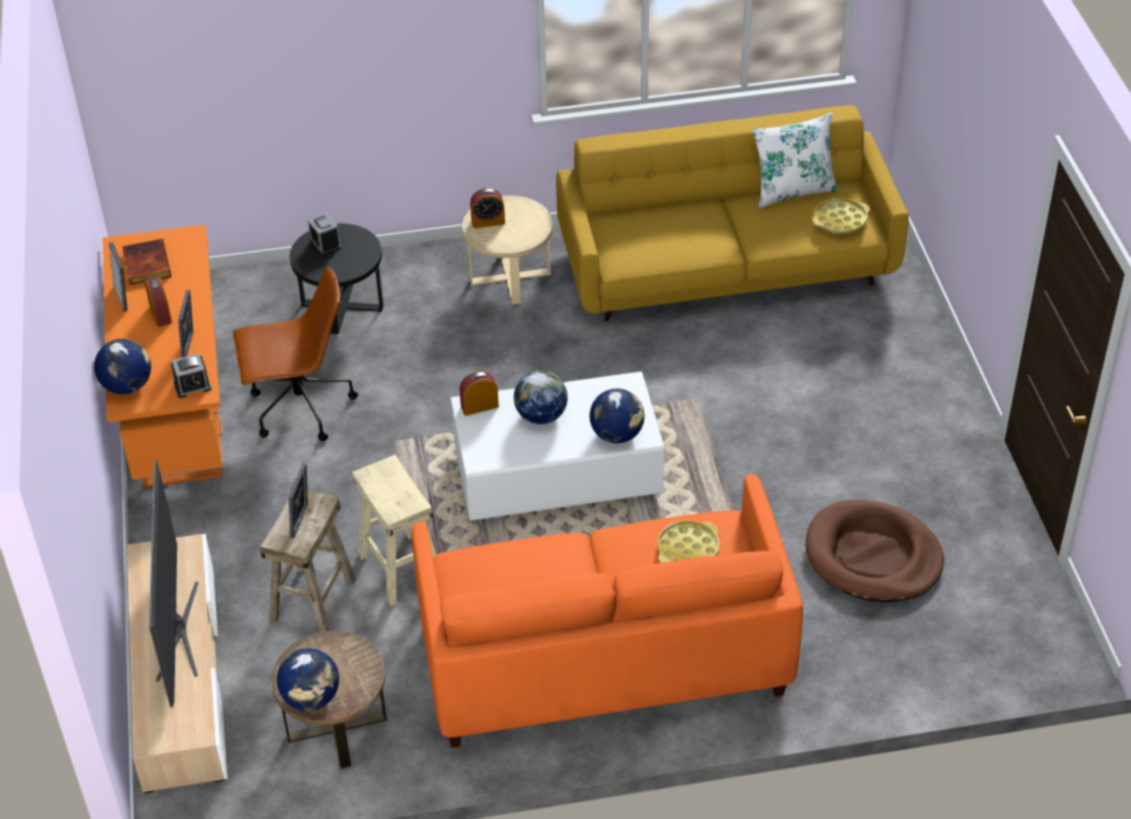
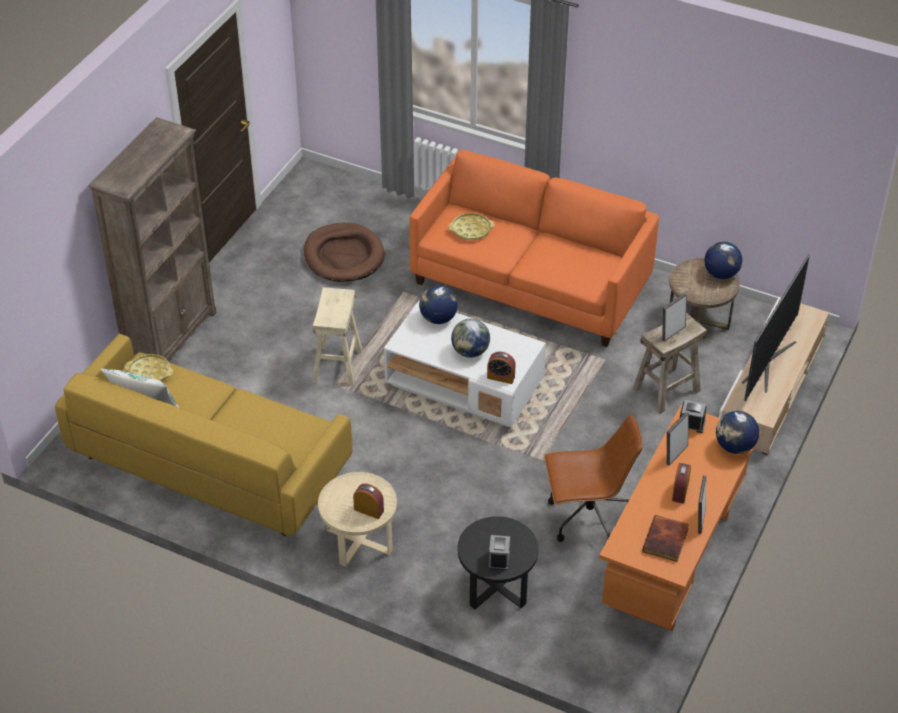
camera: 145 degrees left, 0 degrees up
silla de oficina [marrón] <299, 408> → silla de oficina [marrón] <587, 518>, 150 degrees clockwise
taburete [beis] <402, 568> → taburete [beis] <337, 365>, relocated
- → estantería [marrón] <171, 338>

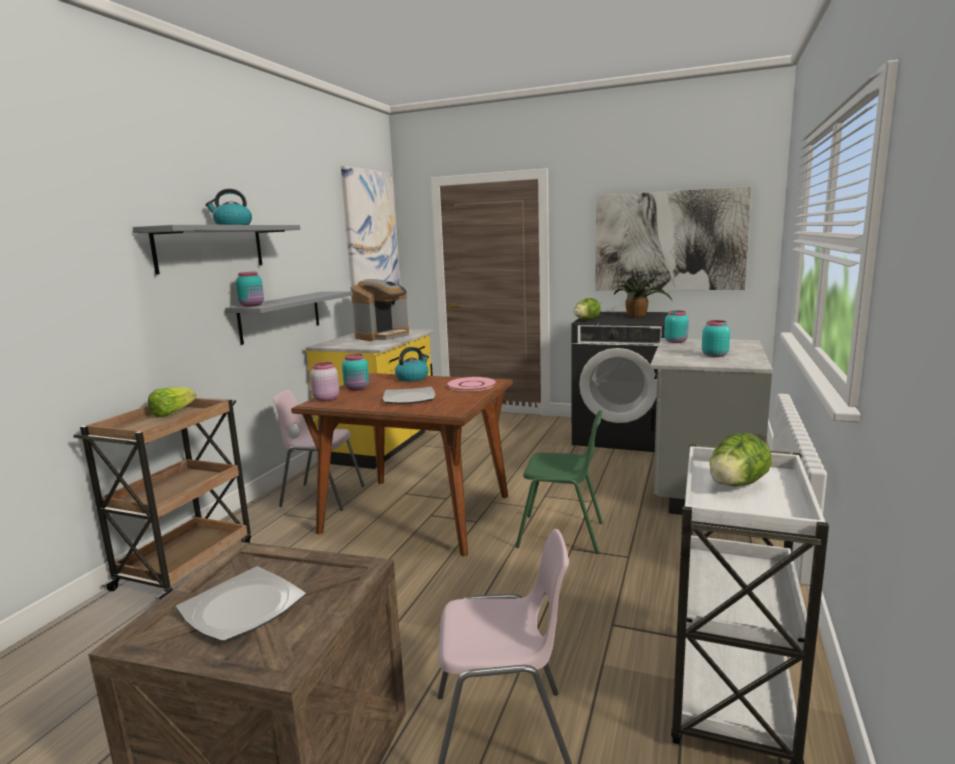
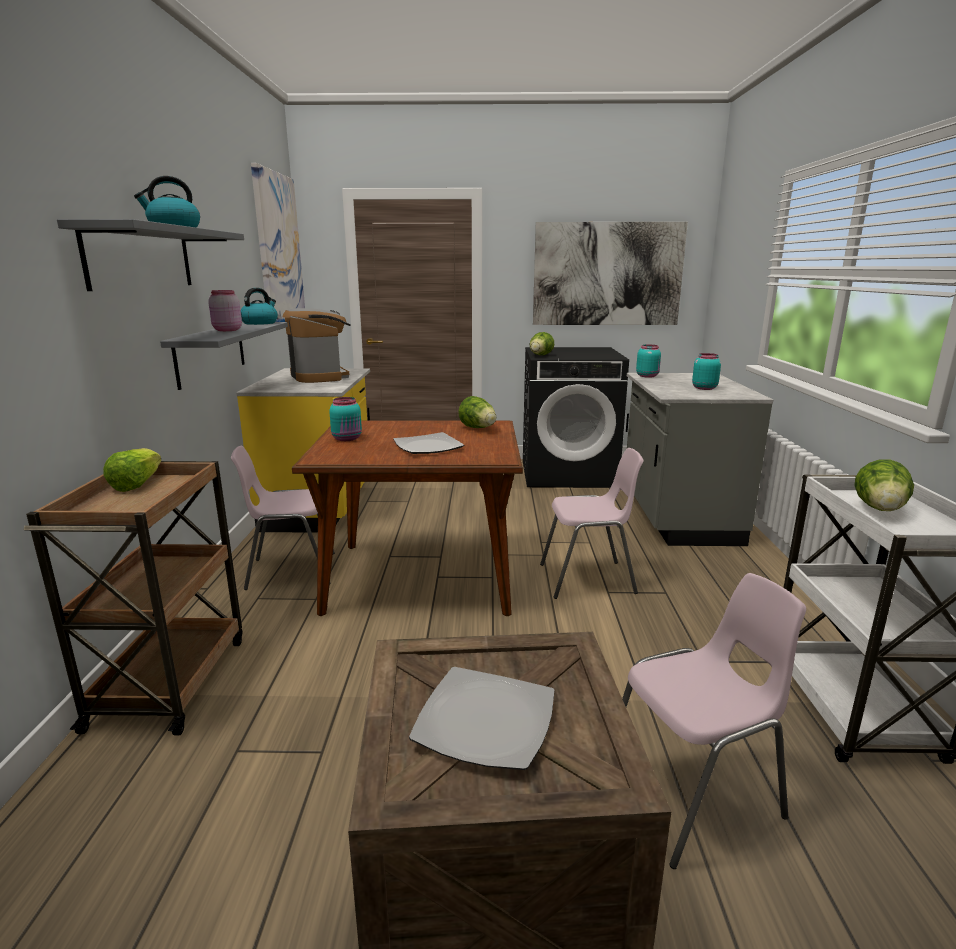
camera: 20 degrees left, 5 degrees up
tarro [turquesa] <252, 305> → -
planta en maceta <638, 316> → -
cafetera <383, 336> → cafetera <320, 377>, 45 degrees counterclockwise
hervidor <412, 378> → hervidor <260, 323>, relocated
tarro [rosa] <325, 399> → tarro [rosa] <226, 330>, relocated
plato [rosa] <471, 385> → lechuga <478, 428>
silla [verde] <562, 535> → silla [rosa] <588, 579>

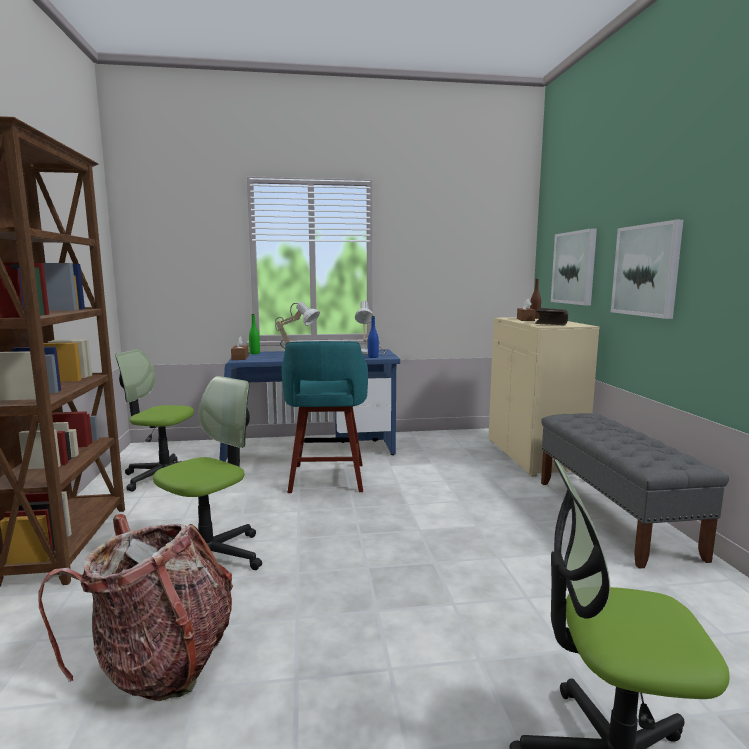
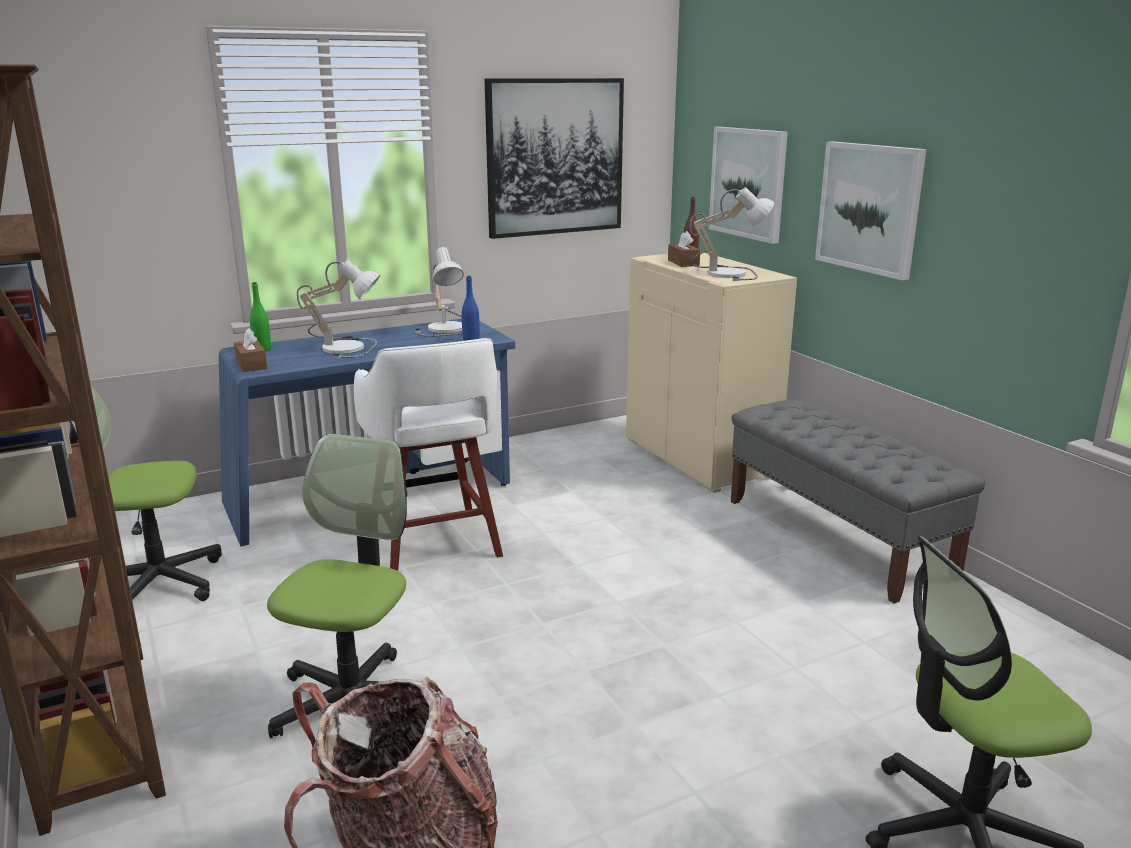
camera: 20 degrees left, 10 degrees up
libro <550, 323> → lámpara de mesa <728, 273>
taburete [turquesa] <327, 479> → taburete [blanco] <434, 544>
- → cuadro <555, 157>

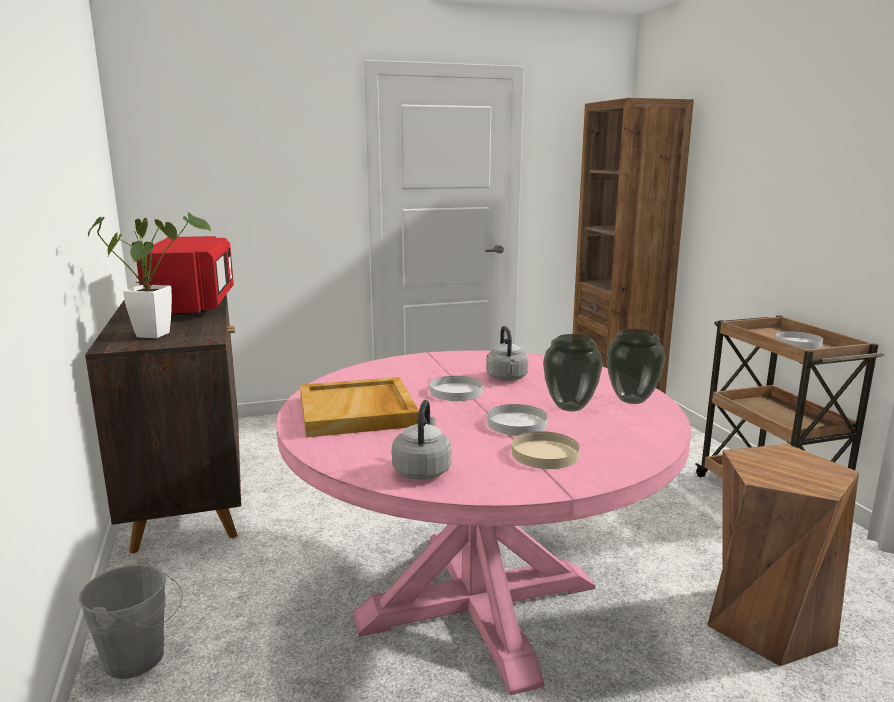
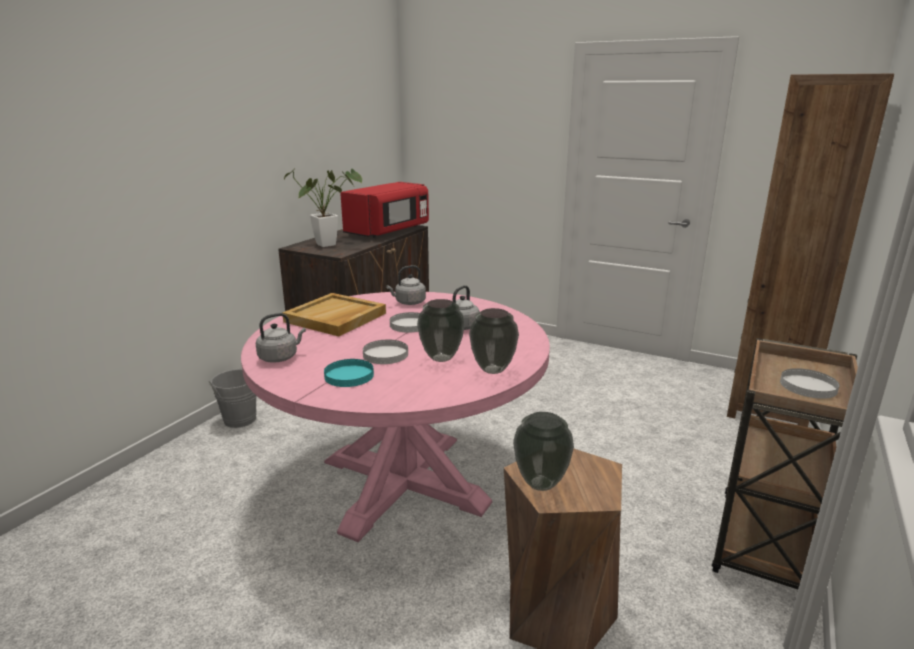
camera: 45 degrees right, 5 degrees up
plato [beis] <545, 454> → plato [turquesa] <349, 376>
- → hervidor [gris] <408, 302>
- → florero <541, 483>

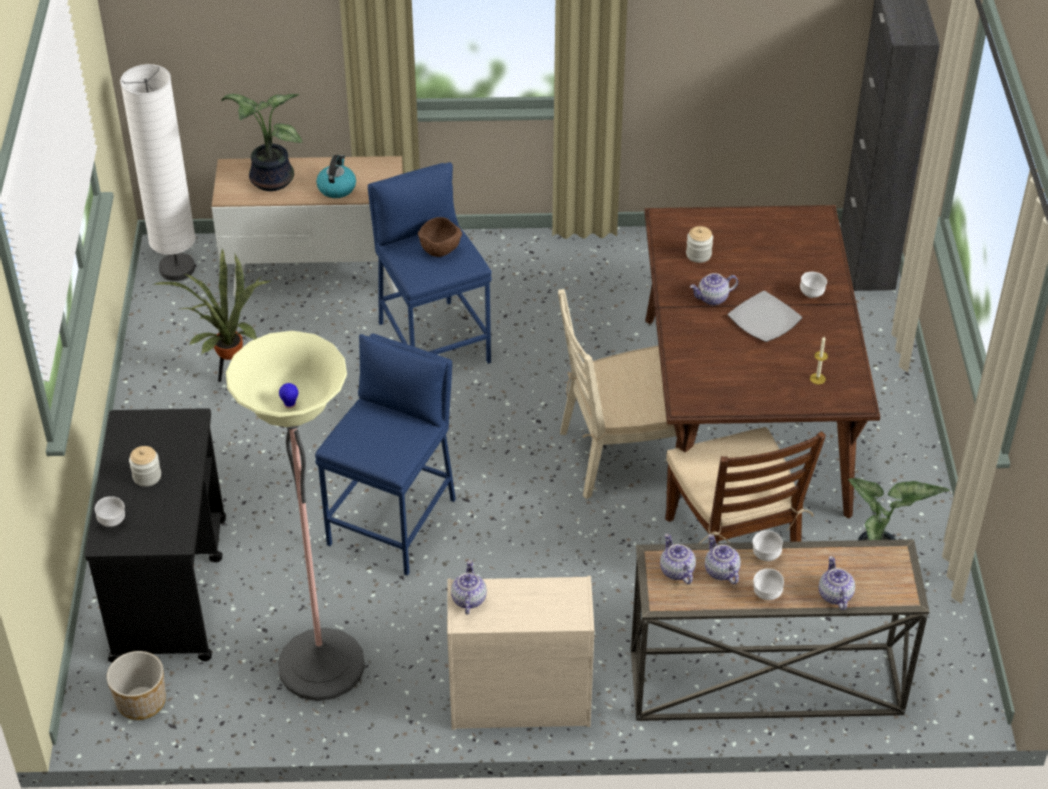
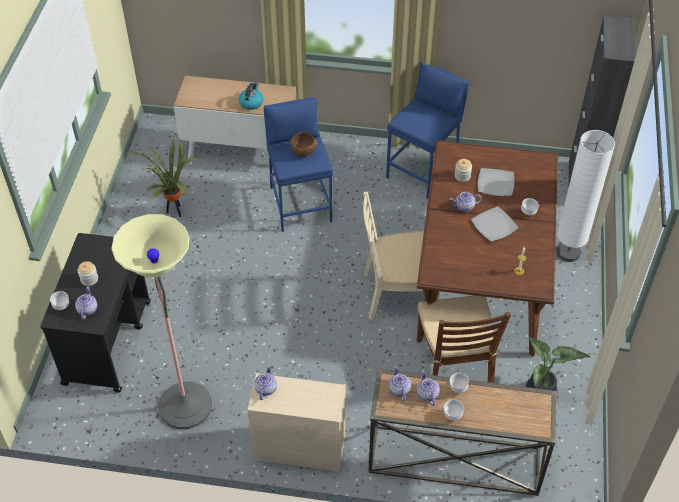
camera: 10 degrees right, 5 degrees up
lámpara de pie [blanco] <177, 269> → lámpara de pie [blanco] <568, 253>, relocated
planta en maceta <269, 180> → -
taburete [azul] <394, 522> → taburete [azul] <423, 170>, relocated
tetera <834, 595> → tetera <87, 309>, relocated
maceta <140, 702> → -
- → plato <496, 184>

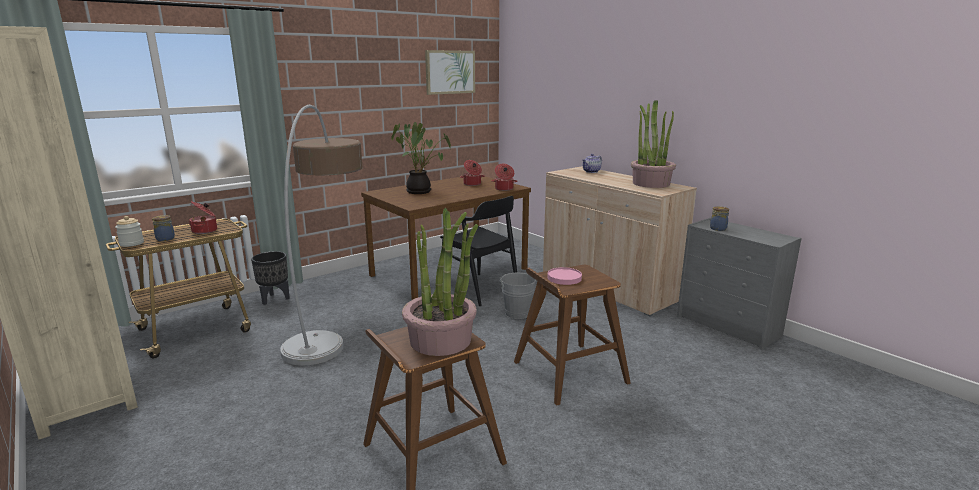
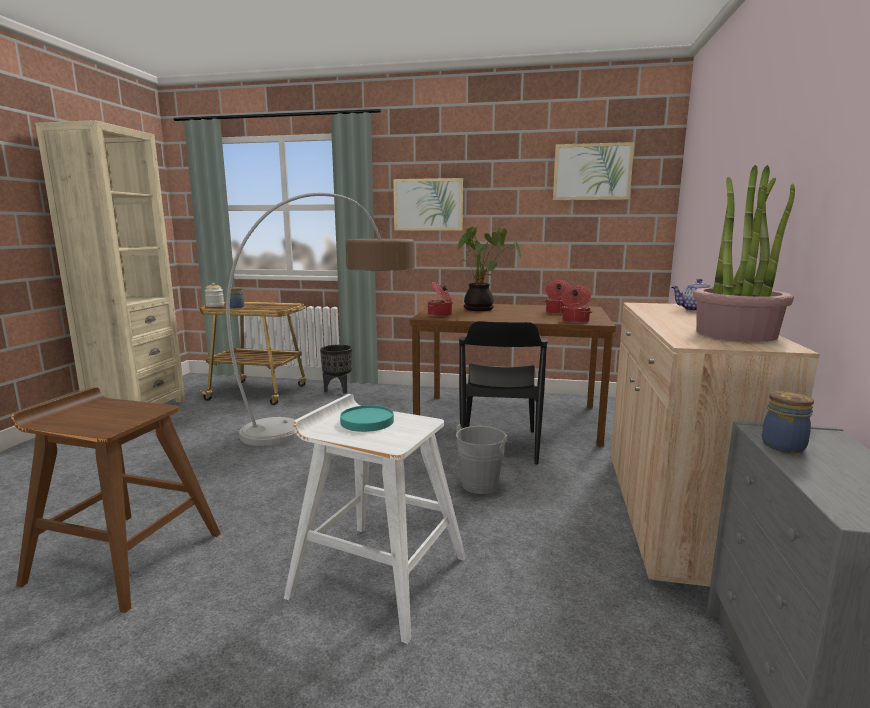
camera: 50 degrees right, 5 degrees down
olla <205, 231> → olla <440, 315>, relocated
planta en maceta <441, 340> → -
taburete [marrón] <568, 372> → taburete [blanco] <378, 575>
plato [rosa] <564, 278> → plato [turquesa] <367, 421>
- → cuadro <428, 204>

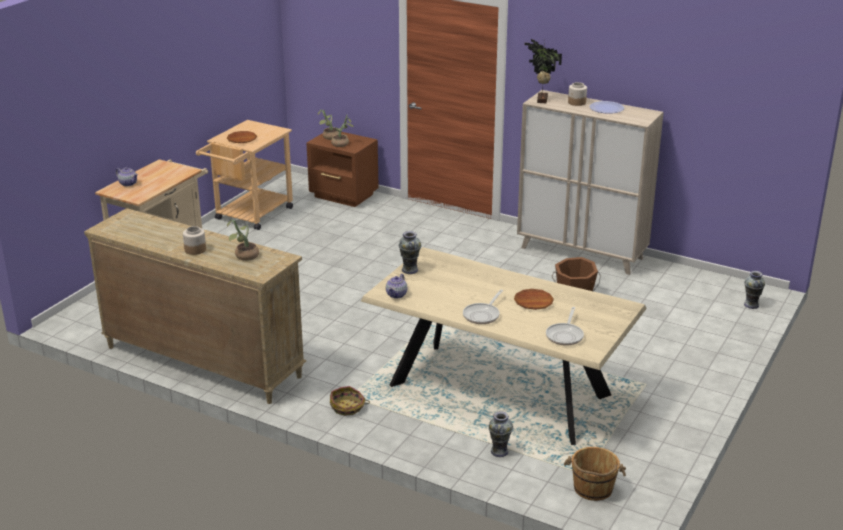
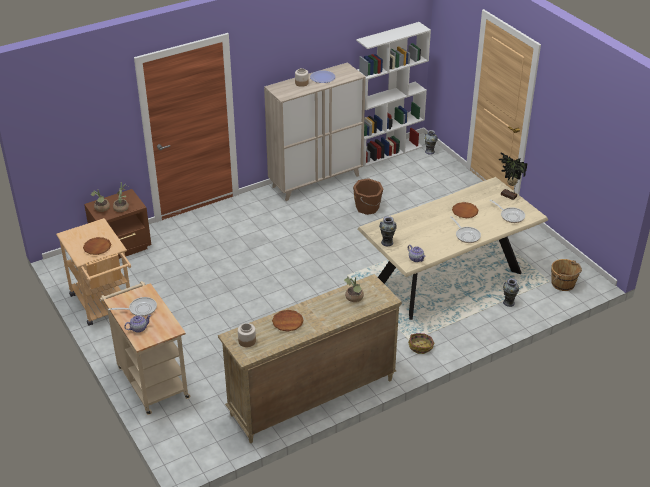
camera: 60 degrees left, 10 degrees up
planta en maceta <540, 100> → planta en maceta <508, 196>, relocated
tarro <195, 250> → tarro <247, 341>, relocated
- → estantería [blanco] <388, 152>
- → sartén <140, 309>
- → plato [marrón] <287, 322>

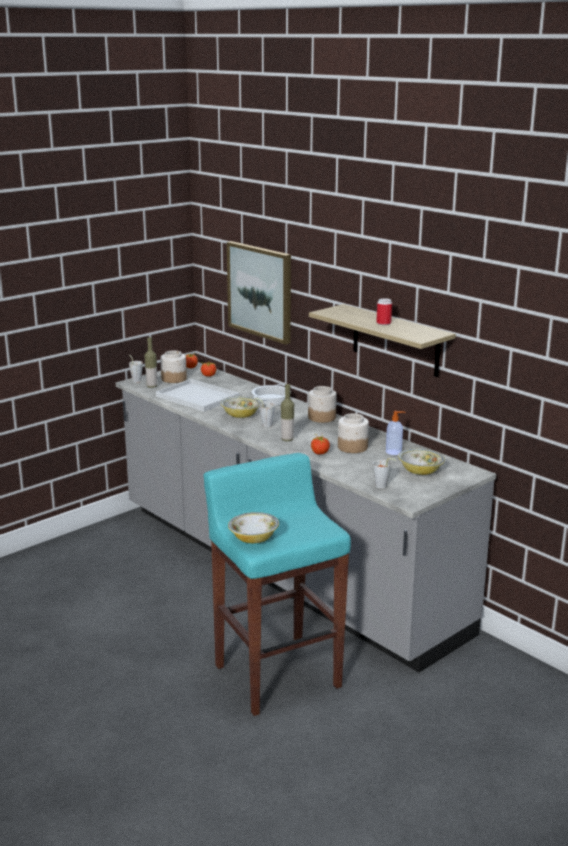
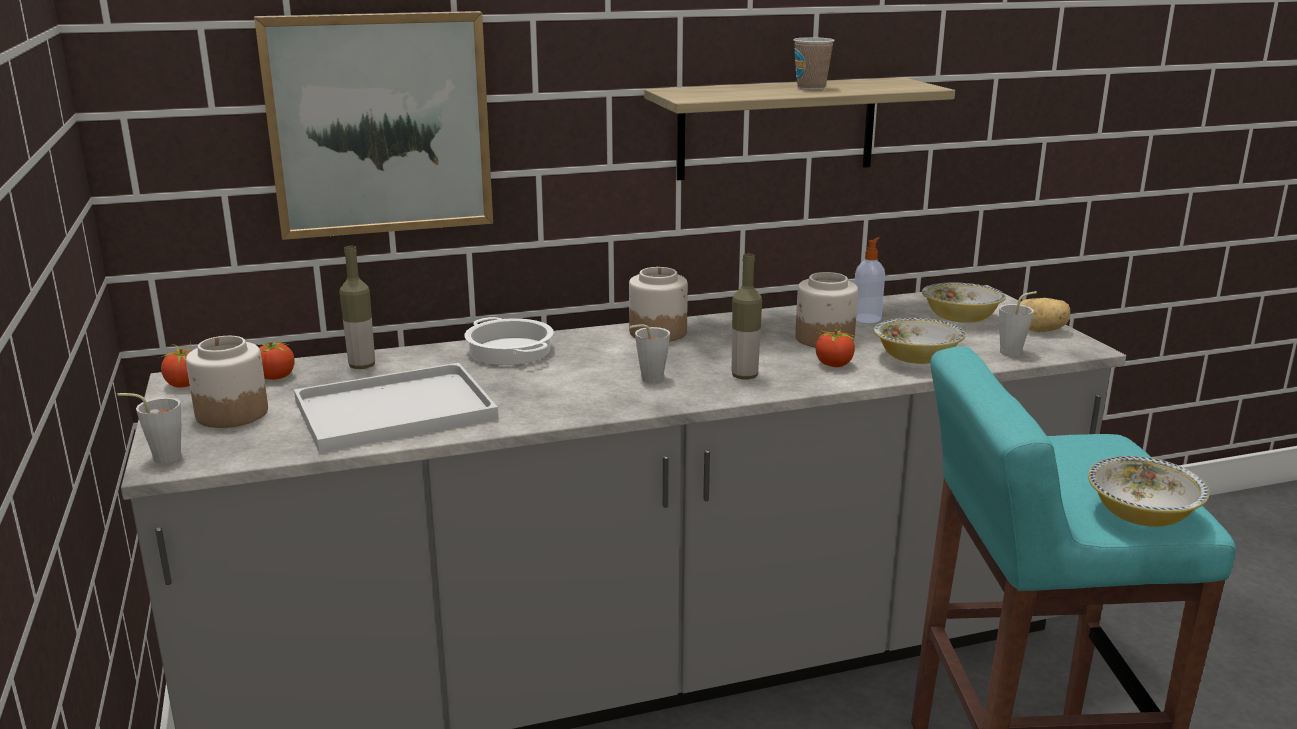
camera: 65 degrees left, 0 degrees up
lata <383, 323> → taza <811, 88>
botella <152, 386> → botella <362, 366>, relocated
cuenco <240, 415> → cuenco <916, 359>, relocated
- → patata <1039, 330>

